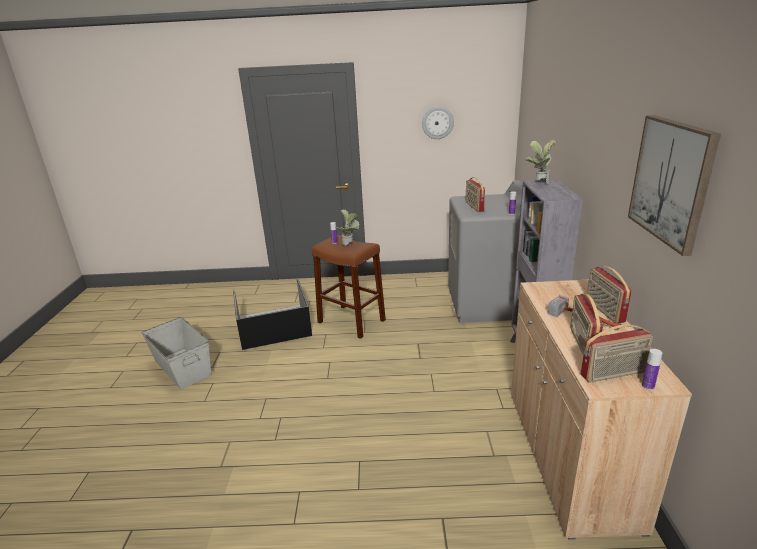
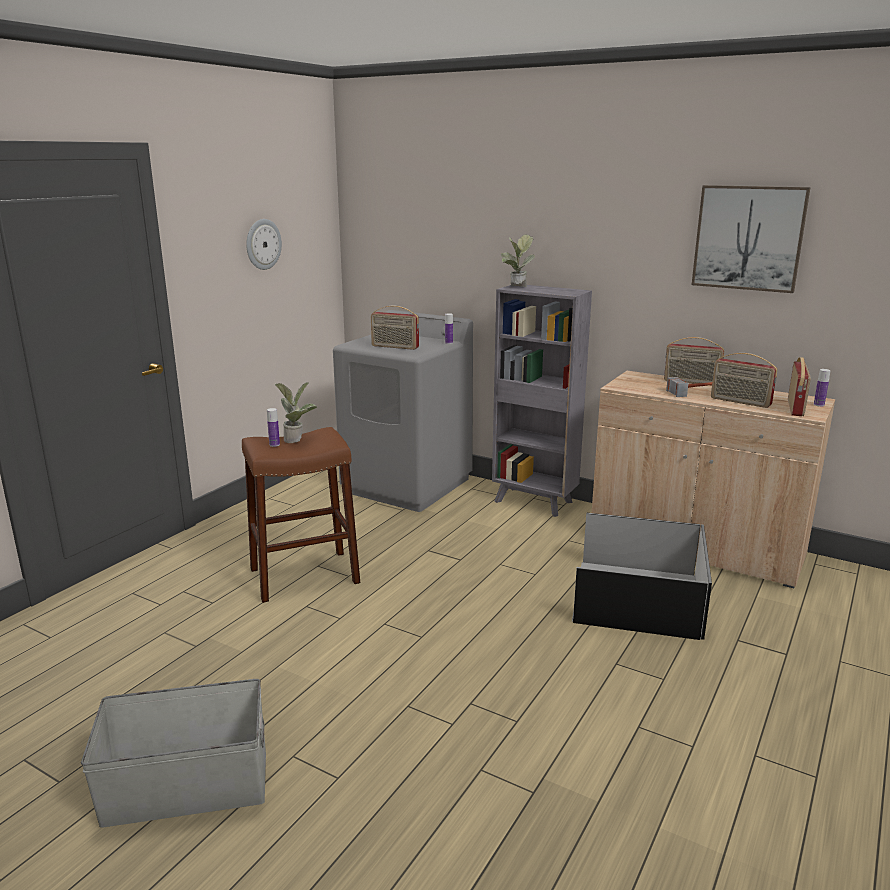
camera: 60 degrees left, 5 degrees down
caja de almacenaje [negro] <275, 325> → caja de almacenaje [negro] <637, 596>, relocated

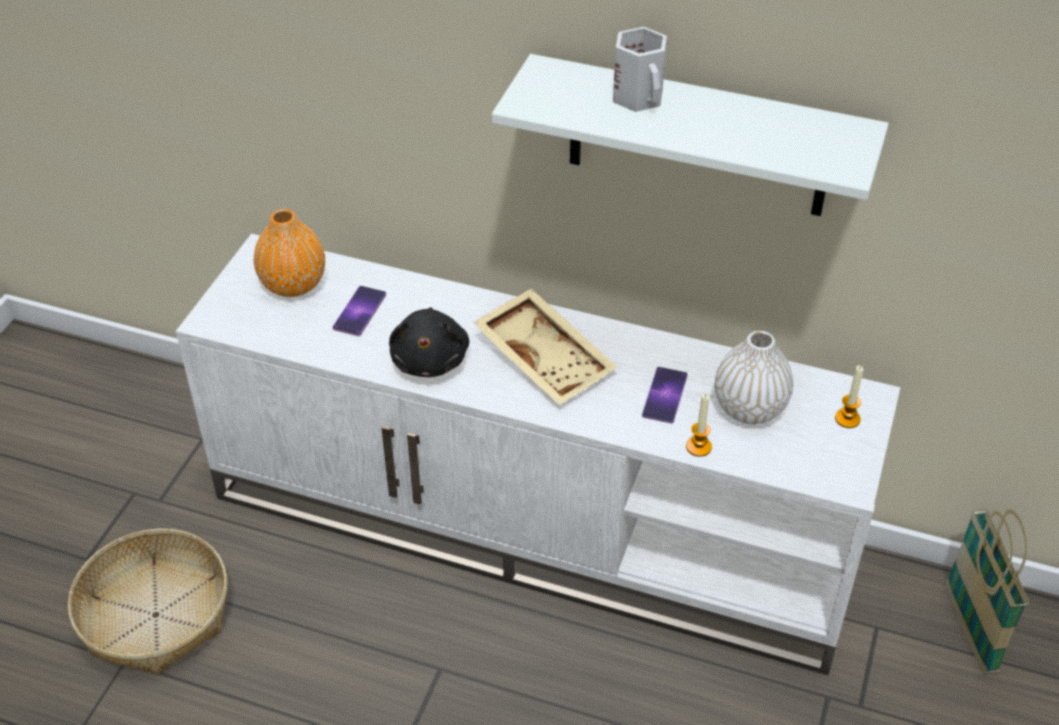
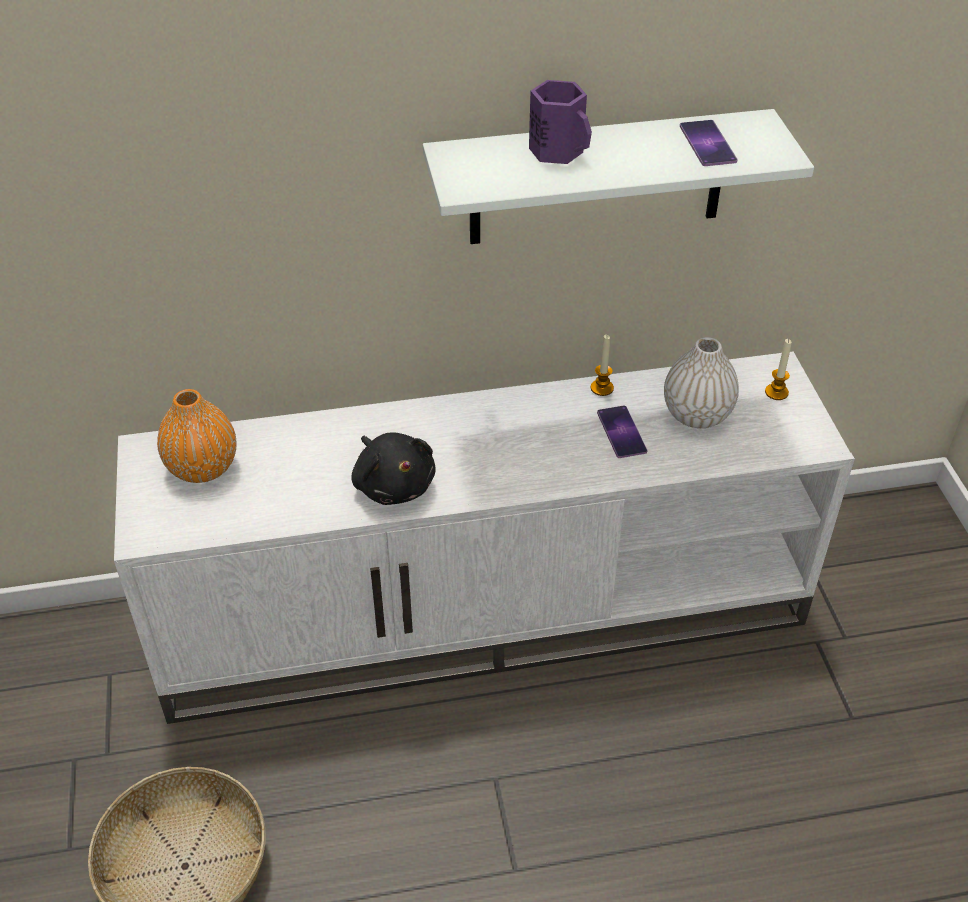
camera: 30 degrees left, 0 degrees up
taza grande [blanco] <640, 97> → taza grande [morado] <559, 150>
móvil <359, 311> → móvil <707, 143>, relocated
bandeja [beis] <546, 358> → -
vela <698, 447> → vela <602, 388>, relocated
cesta <970, 629> → -

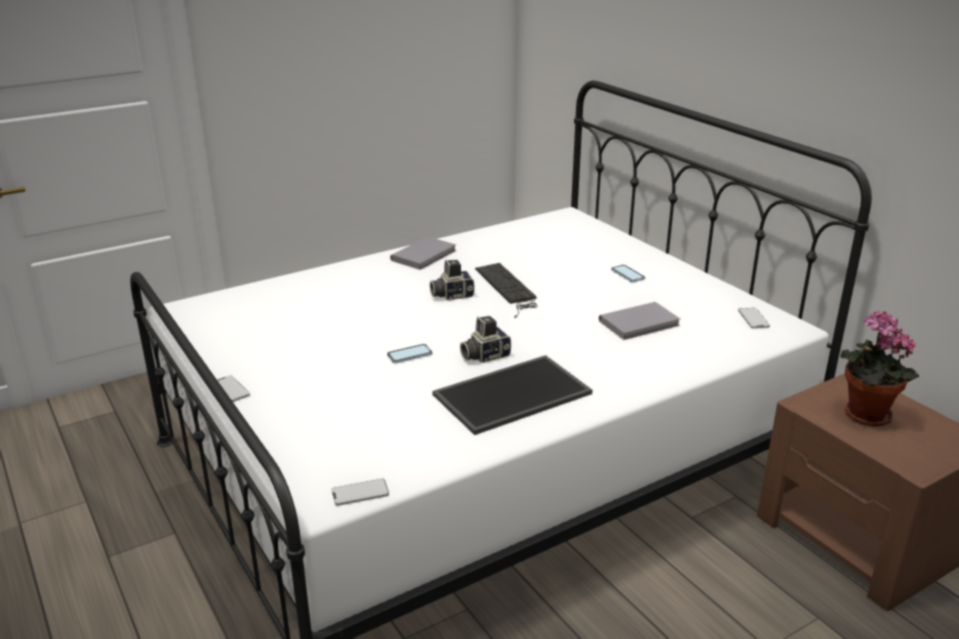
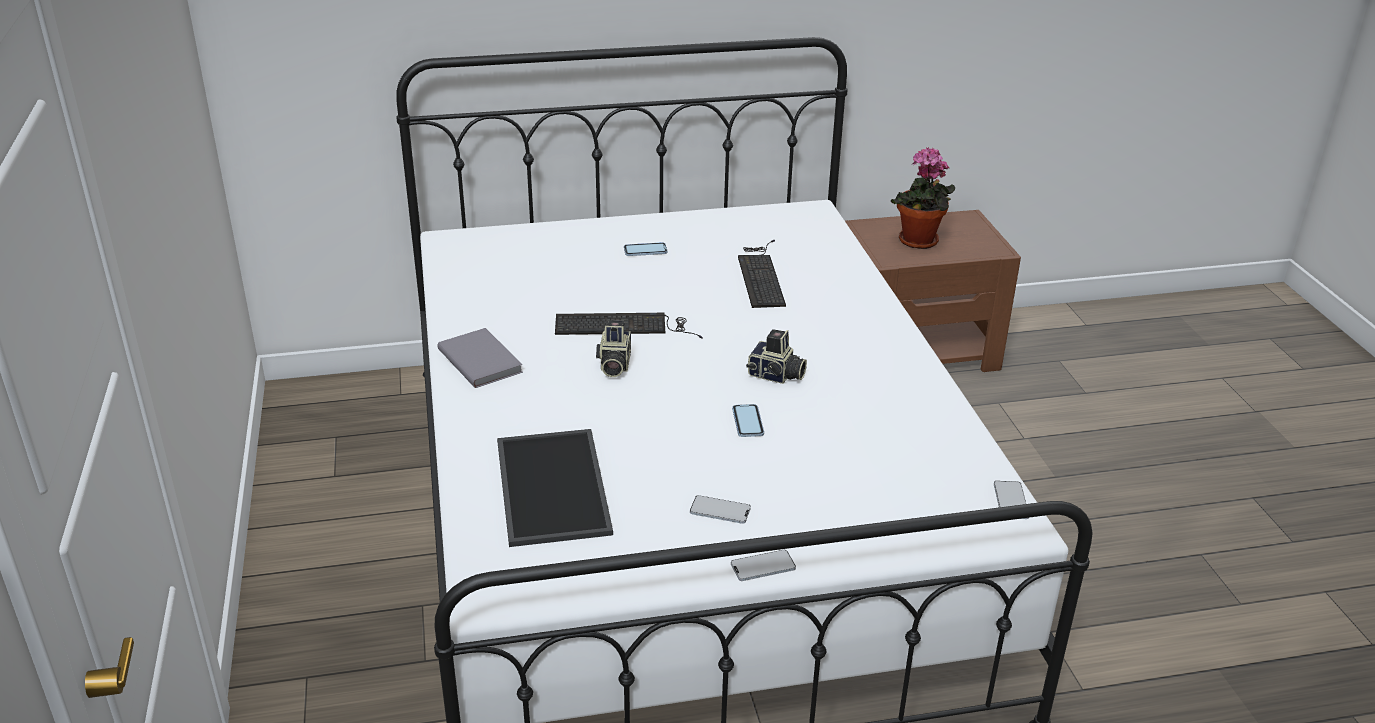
camera: 70 degrees left, 5 degrees up
libro [gris] <640, 324> → teclado <761, 275>
móvil <753, 319> → móvil <720, 511>, relocated
cámara <484, 355> → cámara <776, 376>, 60 degrees counterclockwise
bandeja <512, 393> → bandeja <549, 486>, relocated

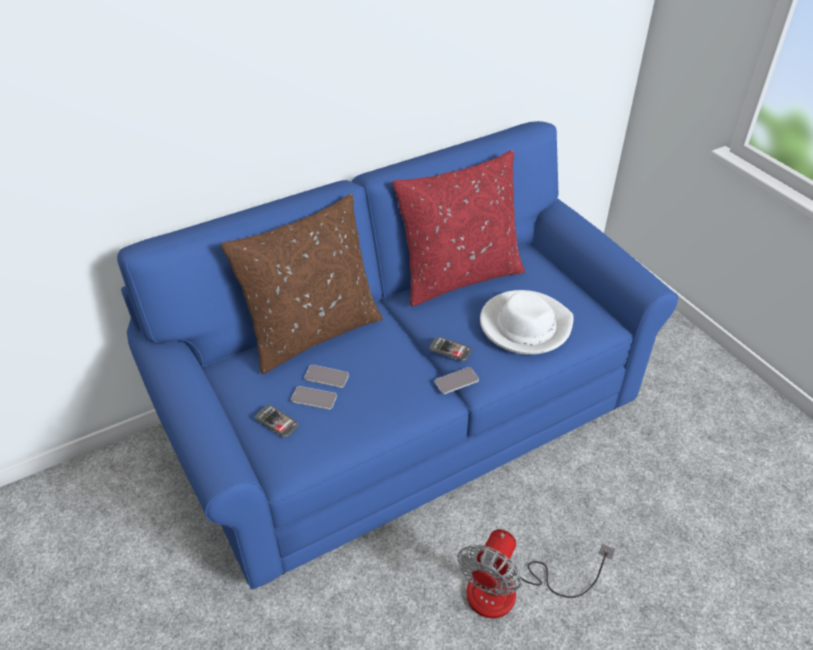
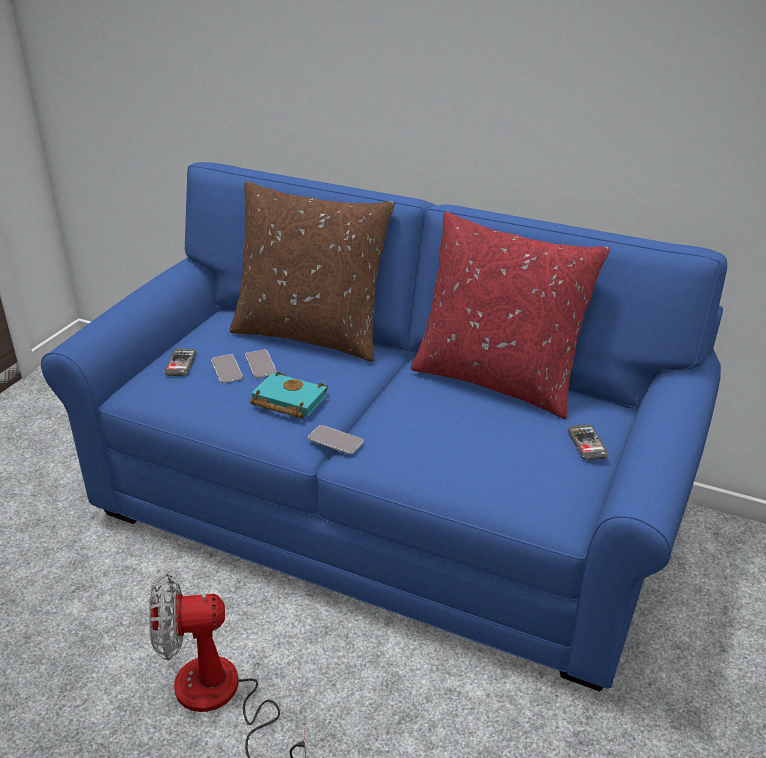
camera: 55 degrees right, 10 degrees down
sombrero [blanco] <525, 325> → -
móvil <450, 350> → móvil <587, 444>, relocated
- → libro [turquesa] <286, 401>

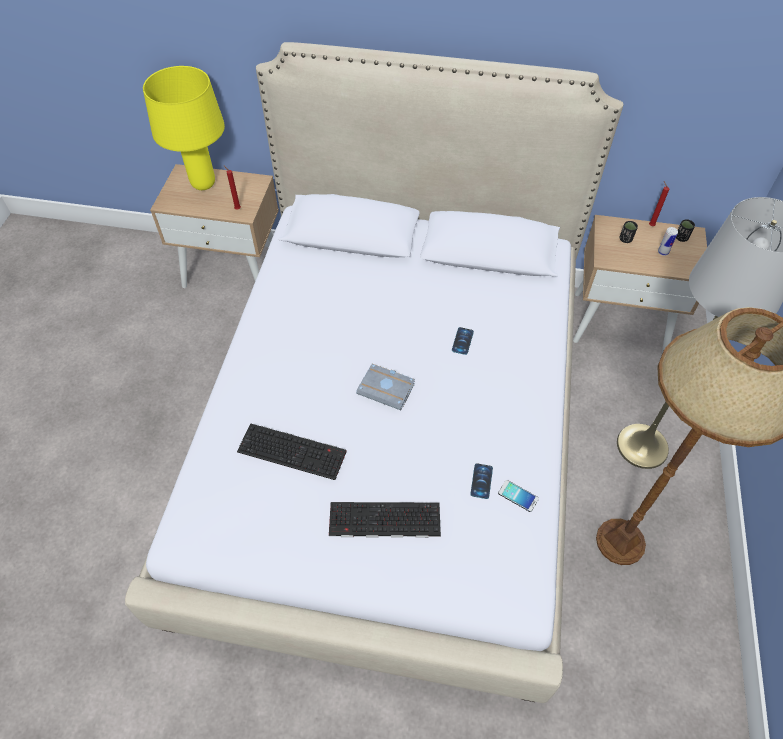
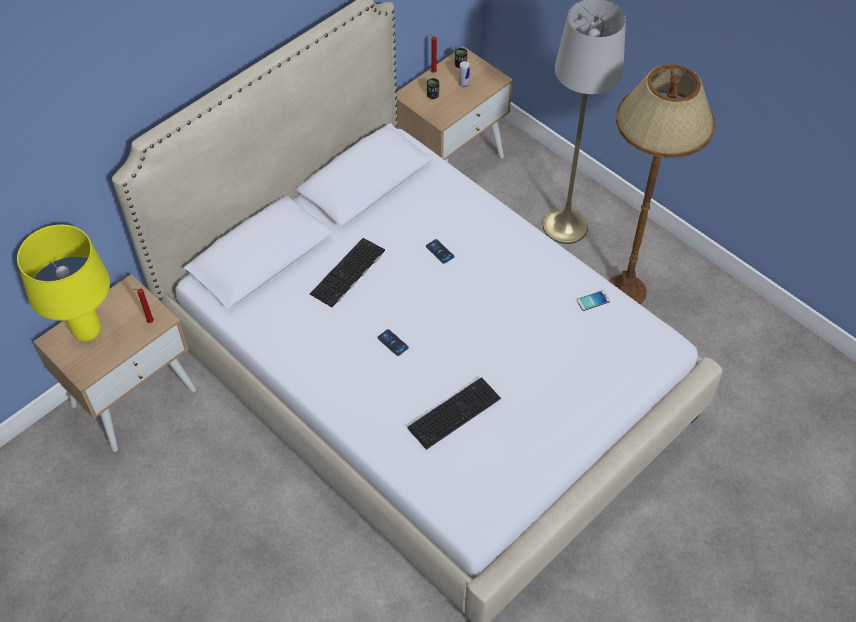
camera: 55 degrees left, 0 degrees up
libro [gris] <387, 389> → -
móvil <481, 481> → móvil <393, 343>, relocated
teclado <383, 521> → teclado <348, 273>, relocated

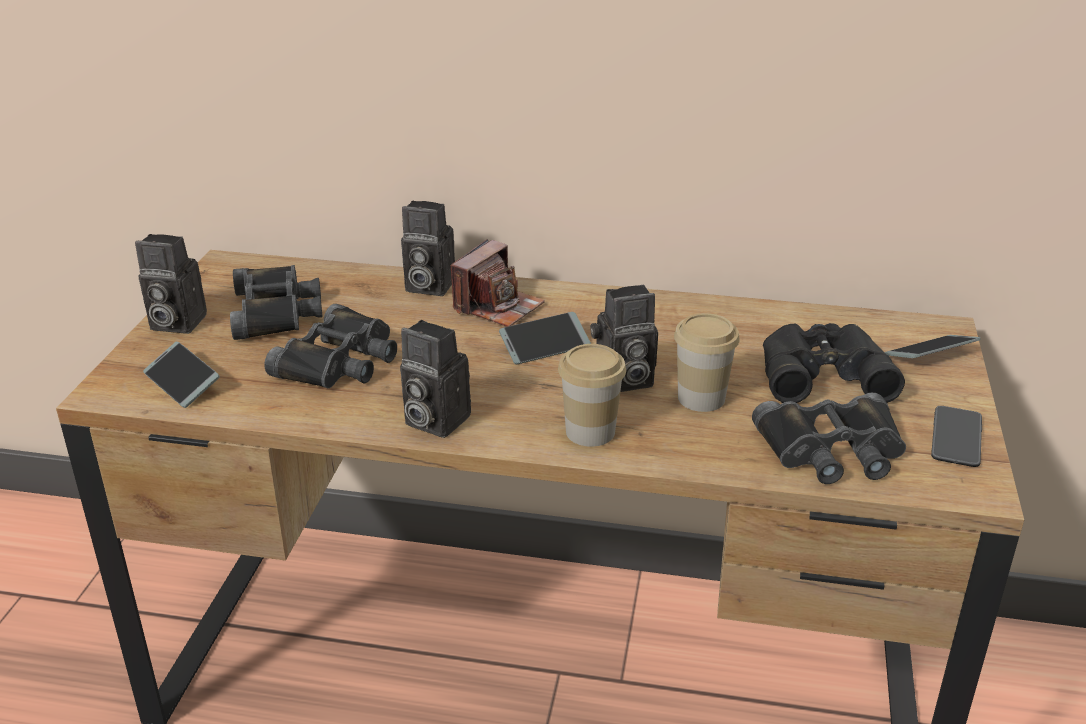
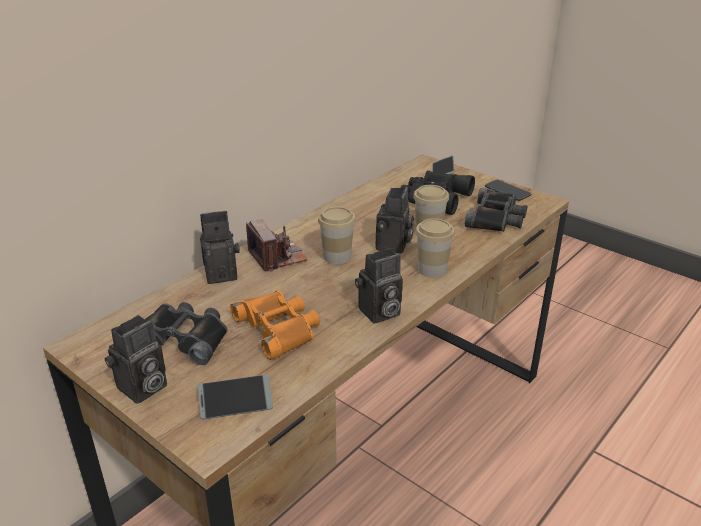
camera: 60 degrees left, 0 degrees up
cámara <426, 286> → cámara <223, 273>, 150 degrees counterclockwise
prismáticos [negro] <340, 361> → prismáticos [naranja] <278, 328>
móvil <545, 346> → taza <337, 256>

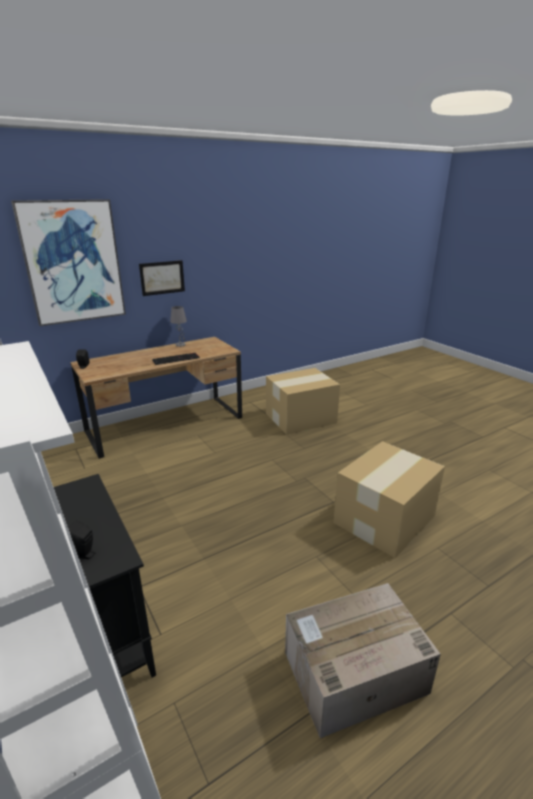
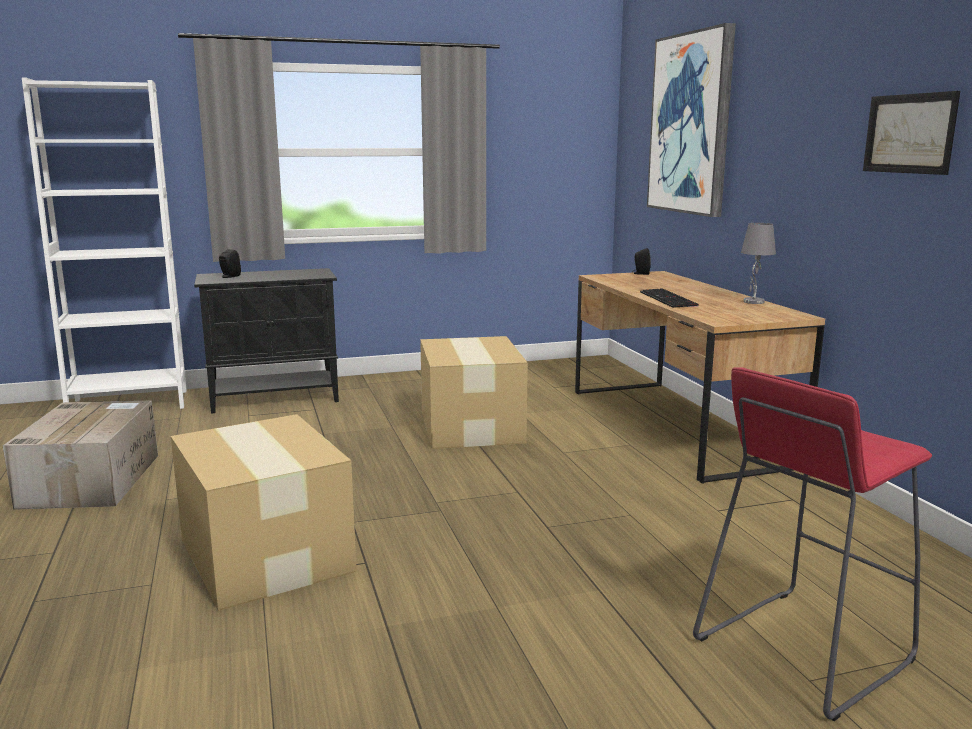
camera: 105 degrees right, 10 degrees down
cuadro <162, 277> → cuadro <909, 133>, relocated
caja de cartón <299, 418> → caja de cartón <472, 426>, relocated
- → taburete [rojo] <801, 649>

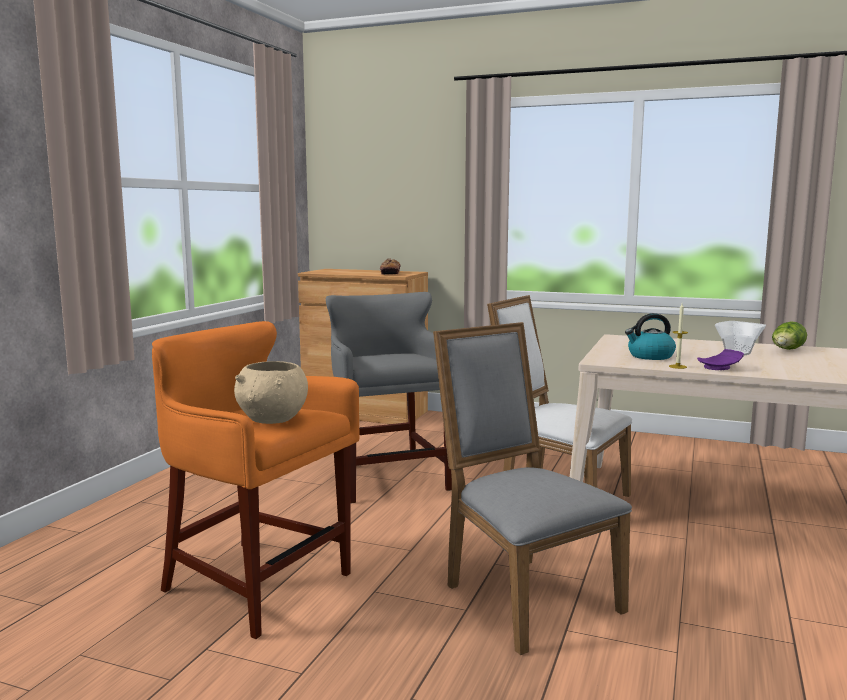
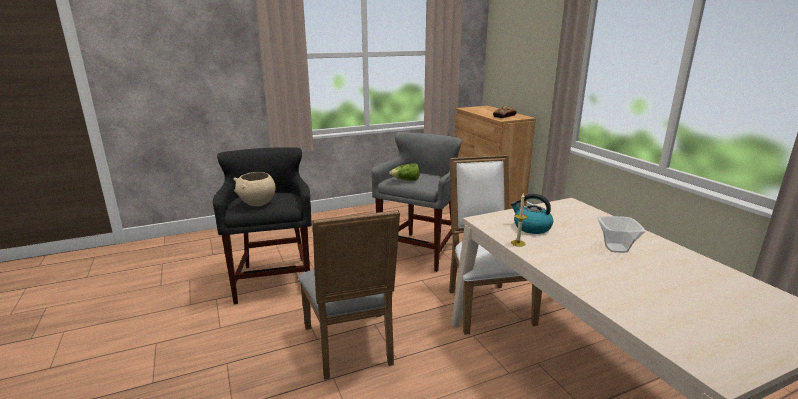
camera: 45 degrees right, 10 degrees up
taburete [naranja] <256, 585> → taburete [negro] <274, 280>
lechuga <787, 350> → lechuga <406, 180>, relocated
silla [gris] <523, 595> → silla [gris] <352, 348>, 150 degrees clockwise
plato [morado] <720, 368> → -

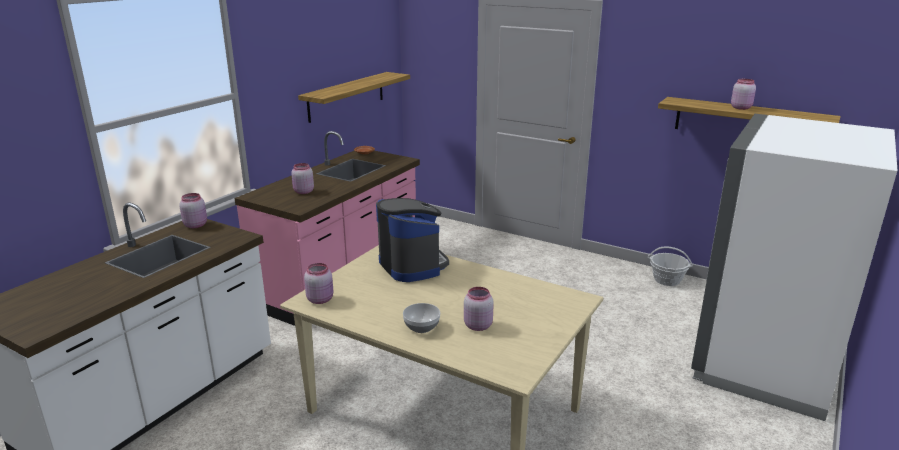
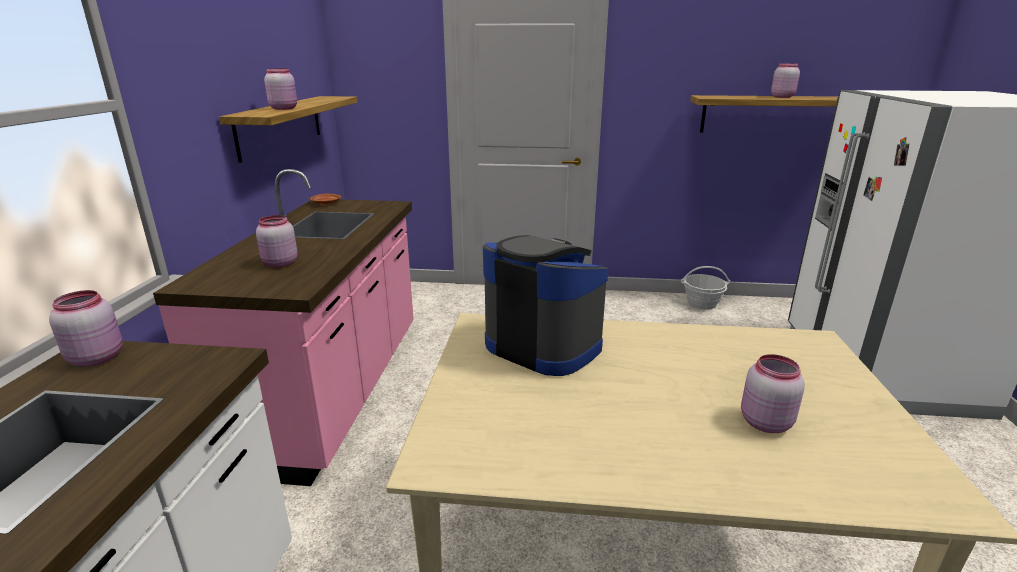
camera: 25 degrees left, 0 degrees up
tarro [rosa] <320, 299> → tarro [rosa] <284, 108>, relocated
cuenco <422, 327> → -

